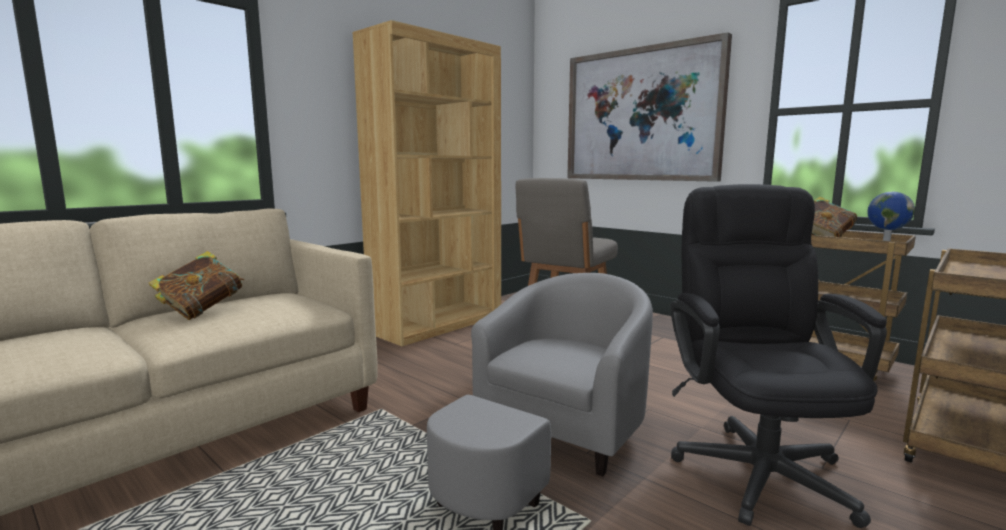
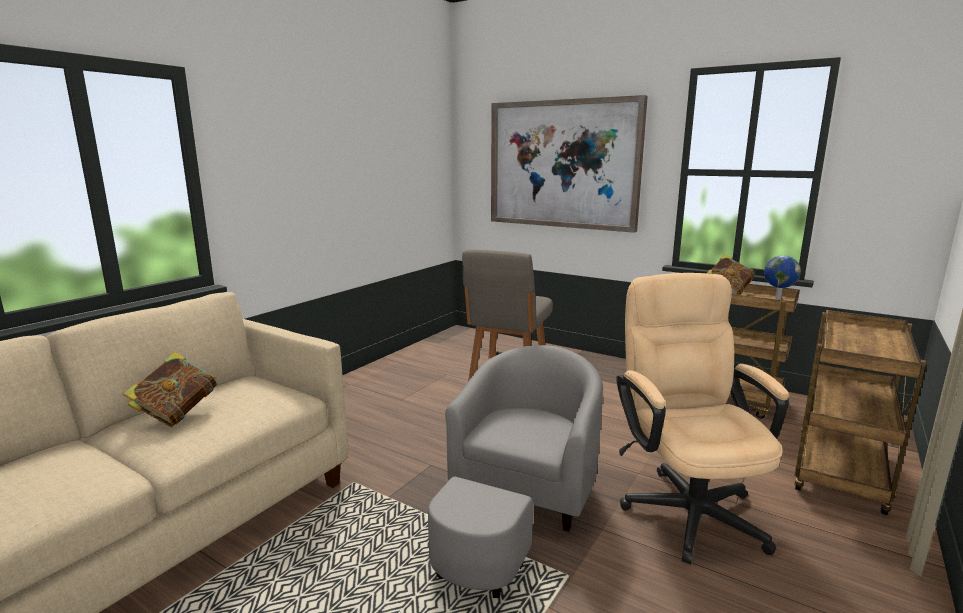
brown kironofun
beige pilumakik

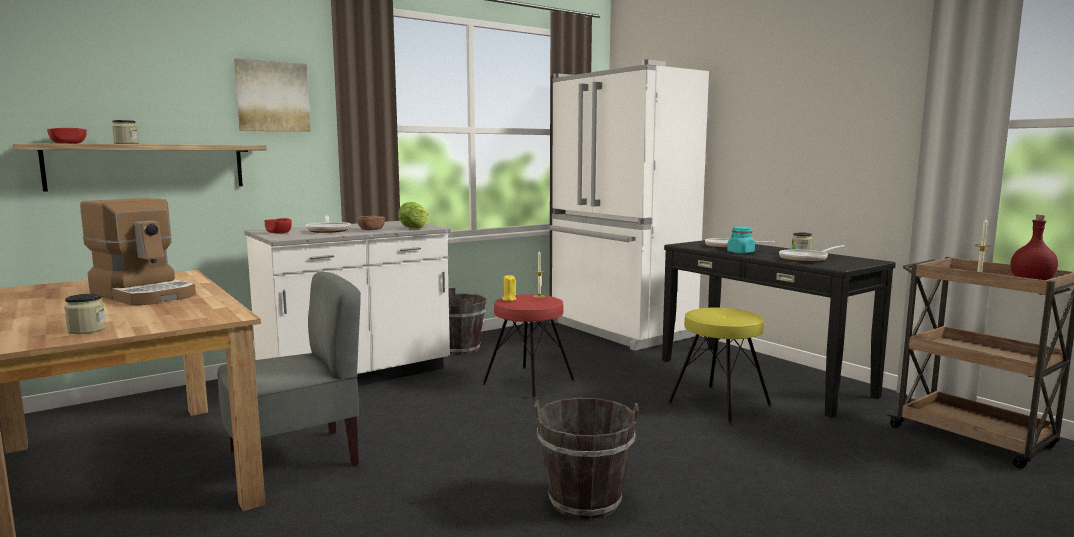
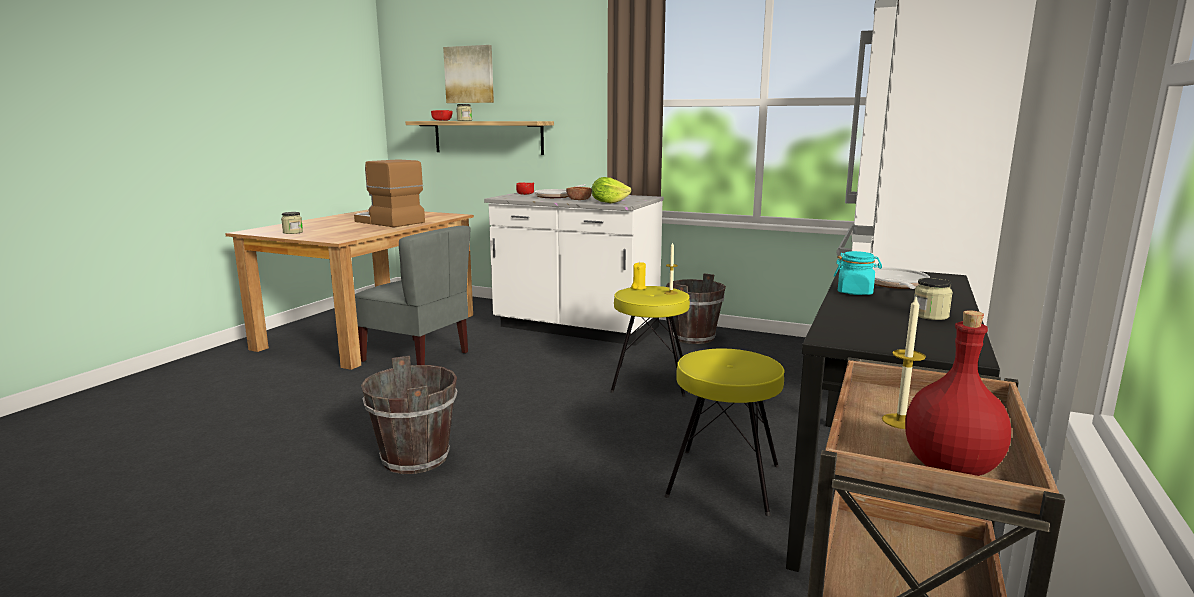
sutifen
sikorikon
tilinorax (3rd from left in the first image)
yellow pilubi (1st from left)

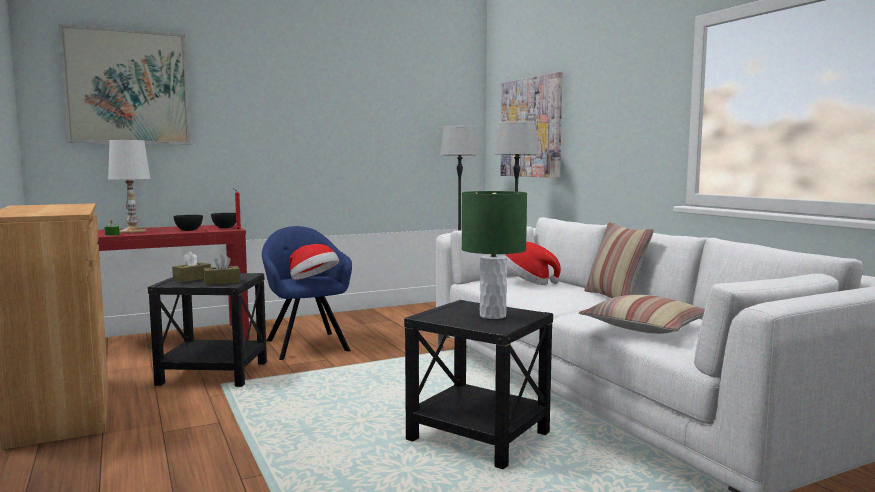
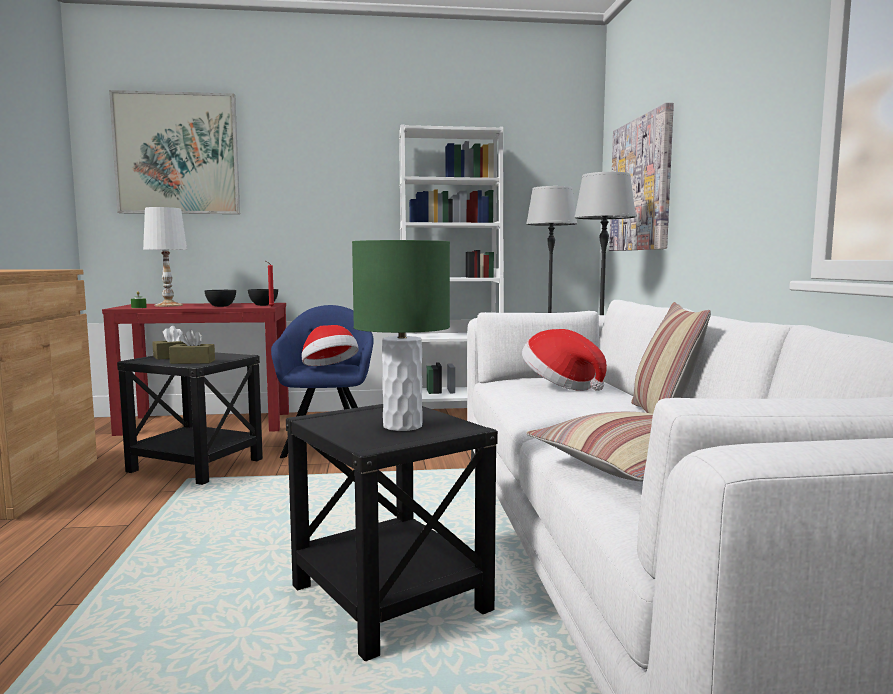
white kironofun

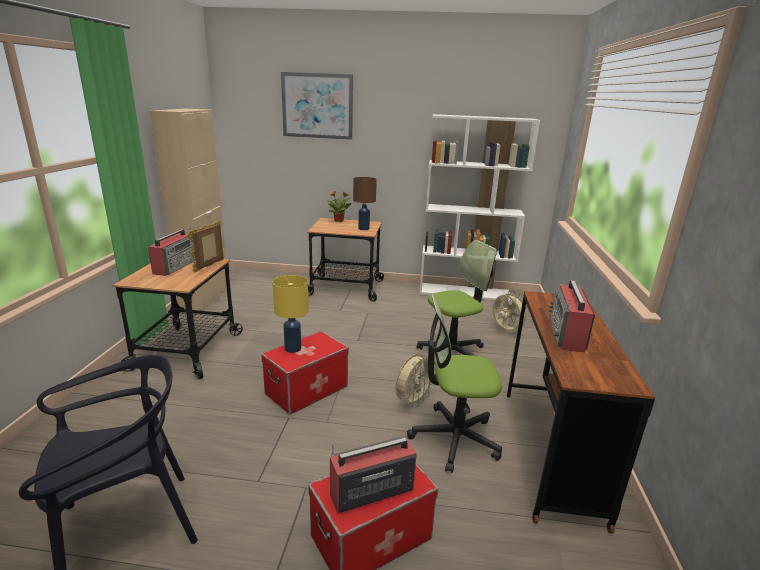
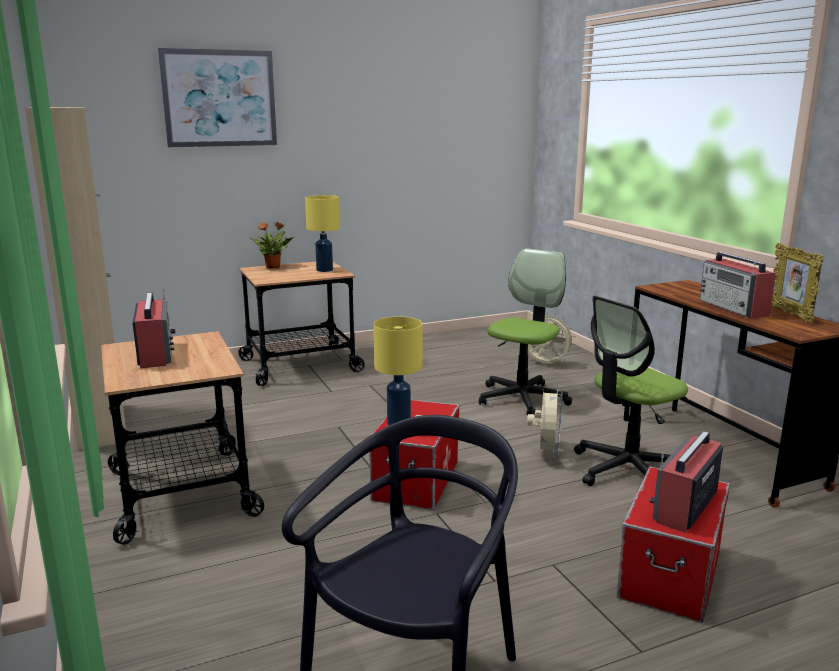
white kironofun
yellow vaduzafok (1st from left)
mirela

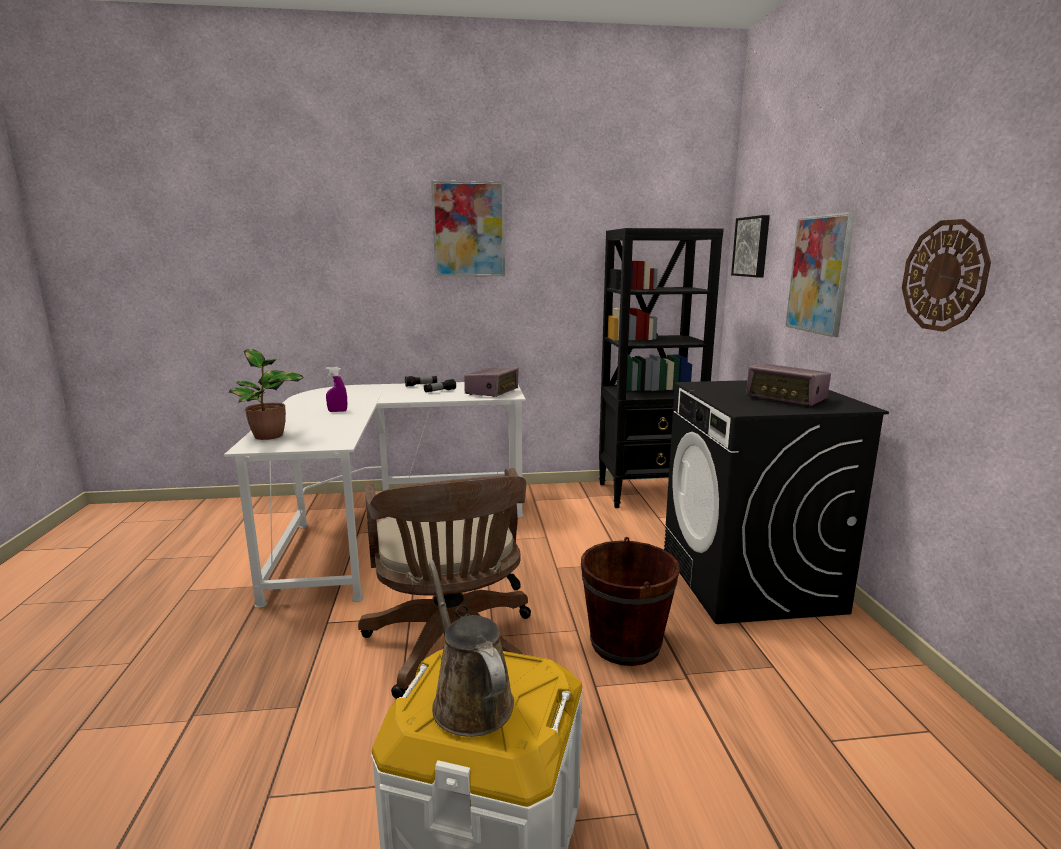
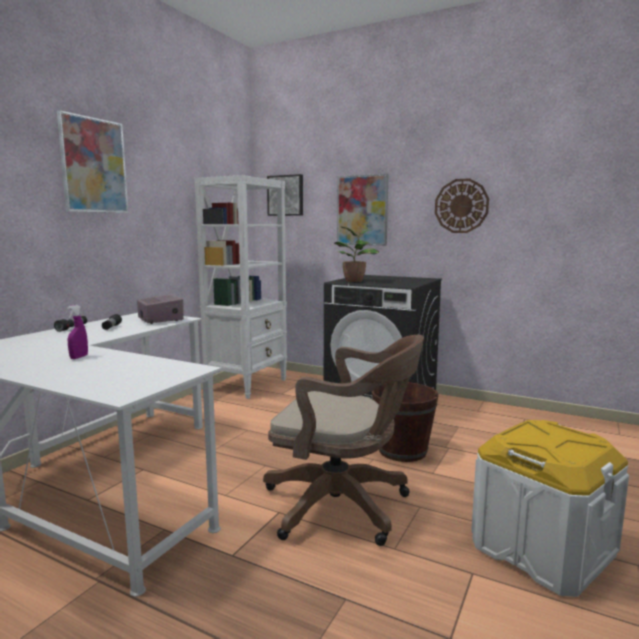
white kironofun
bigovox
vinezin (2nd from left in the first image)
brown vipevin

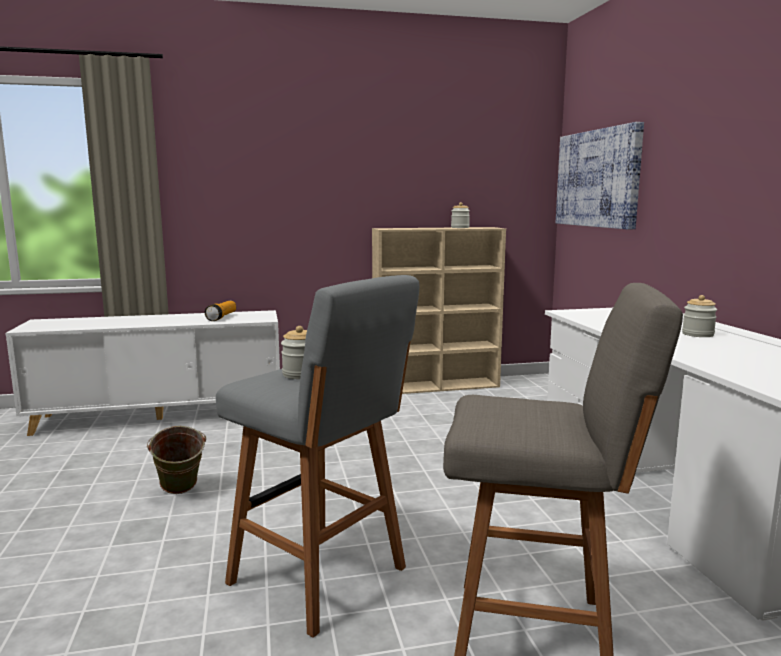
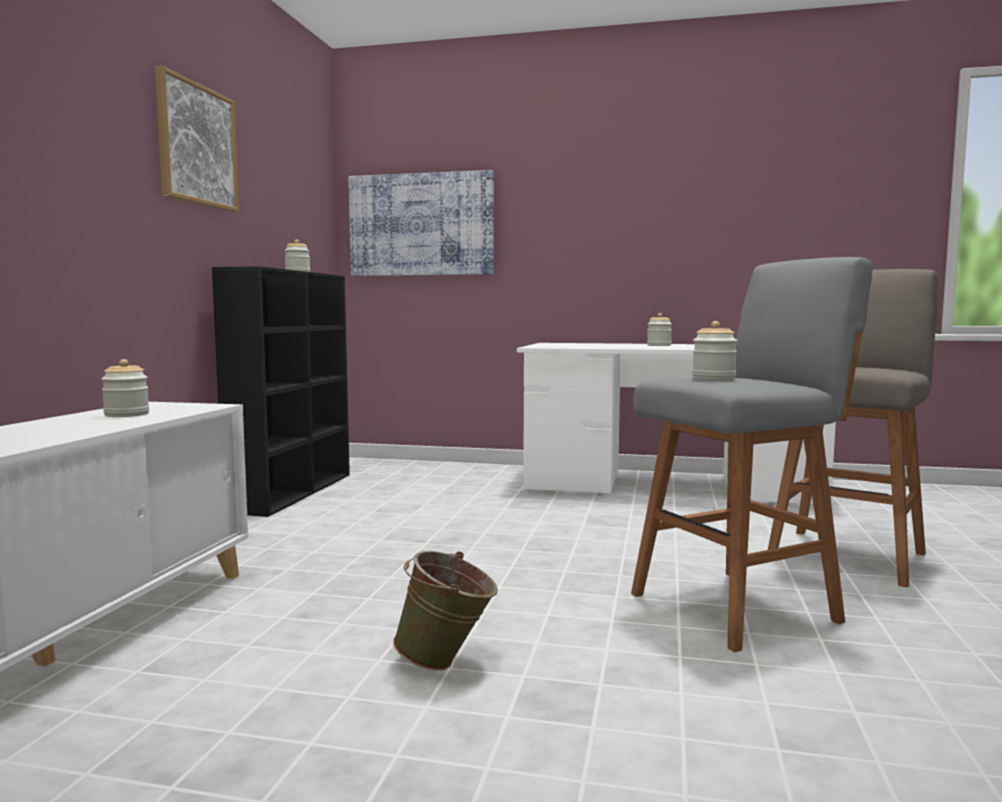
black kironofun
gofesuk (1st from left)
sutifen (1st from left)

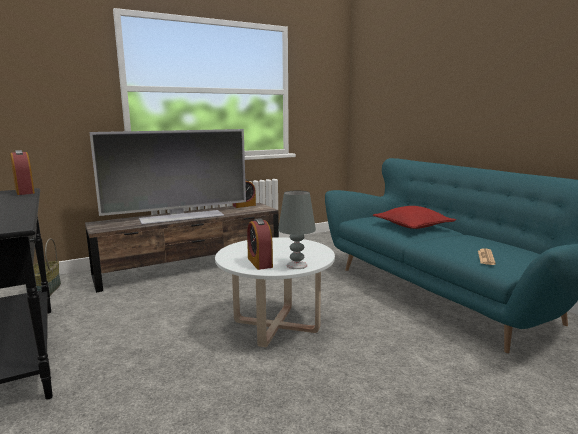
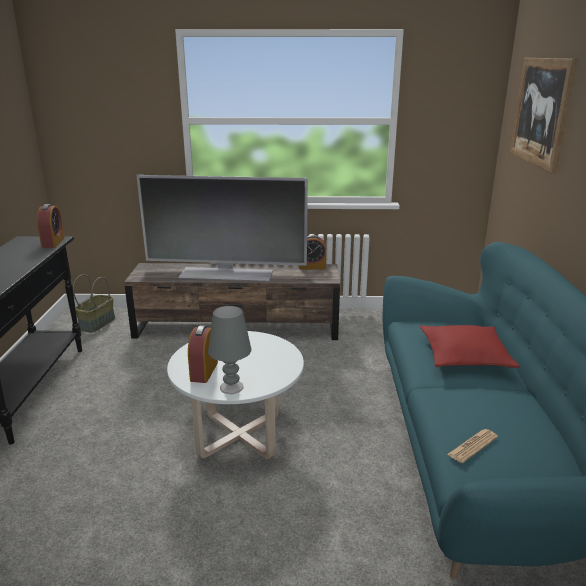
sutifen

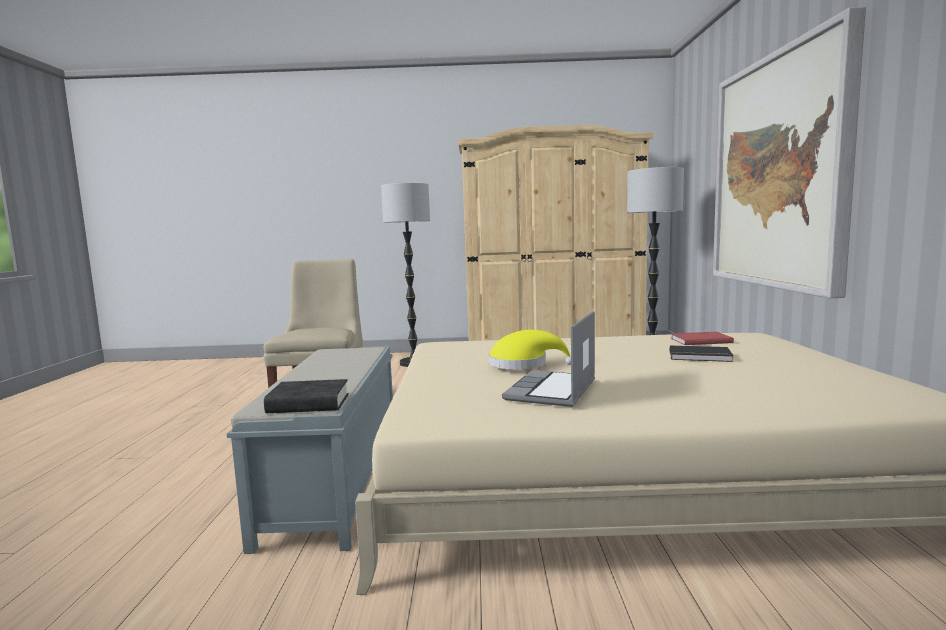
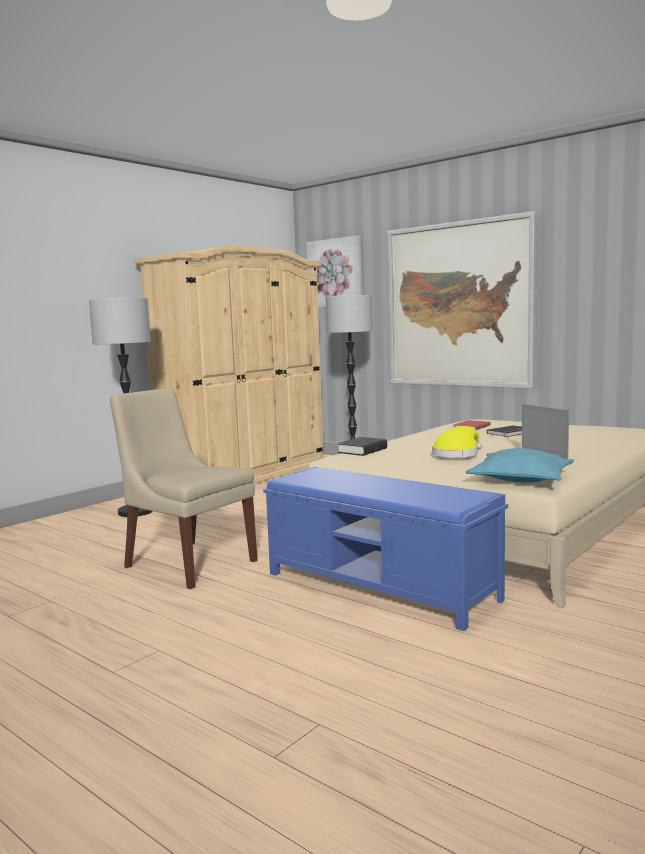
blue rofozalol
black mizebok (1st from left)
sutifen (1st from left)
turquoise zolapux

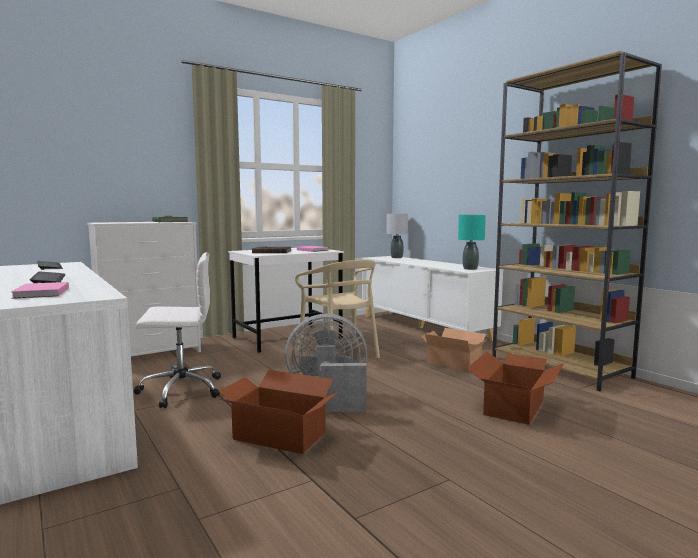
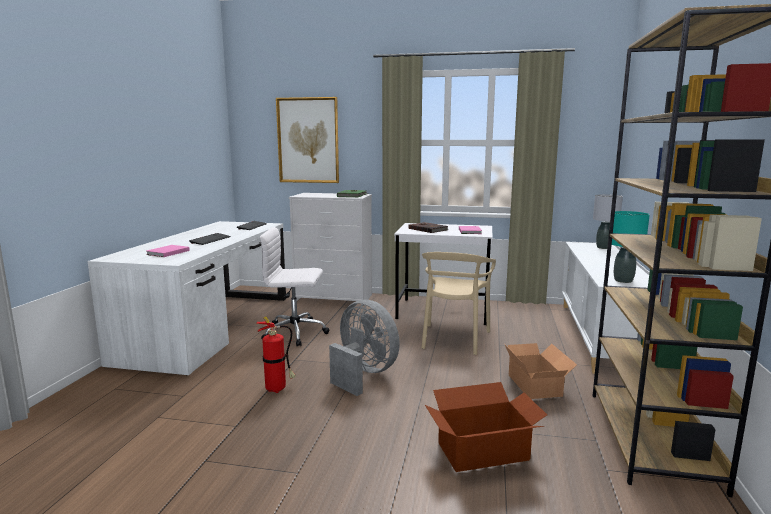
white pilumakik
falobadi
sutifen

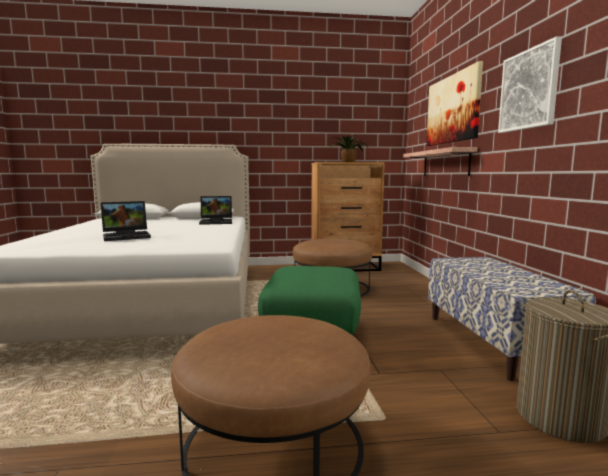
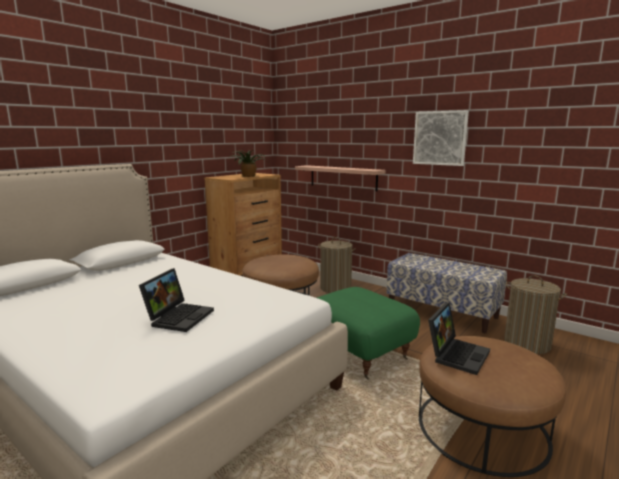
sutifen (1st from left in the first image)
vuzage (2nd from left)
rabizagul (1st from left)

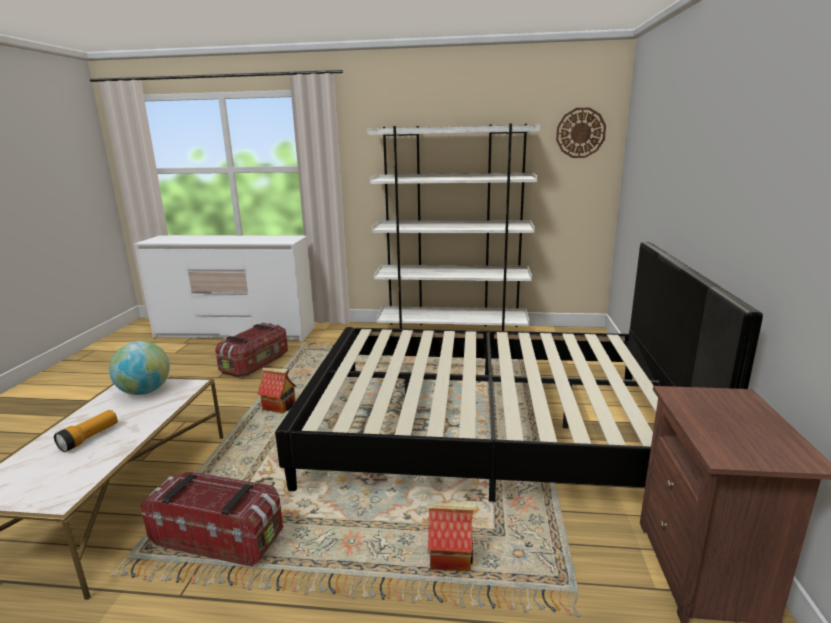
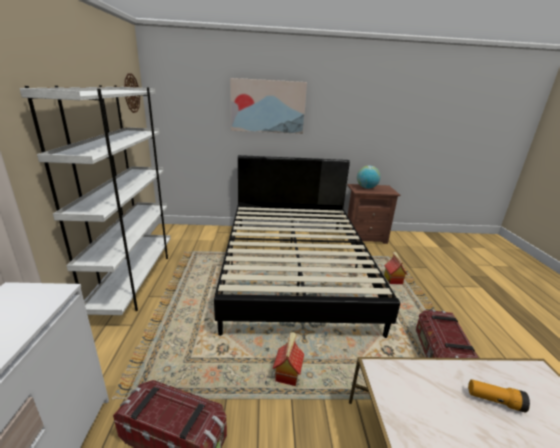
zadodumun
sutifen

